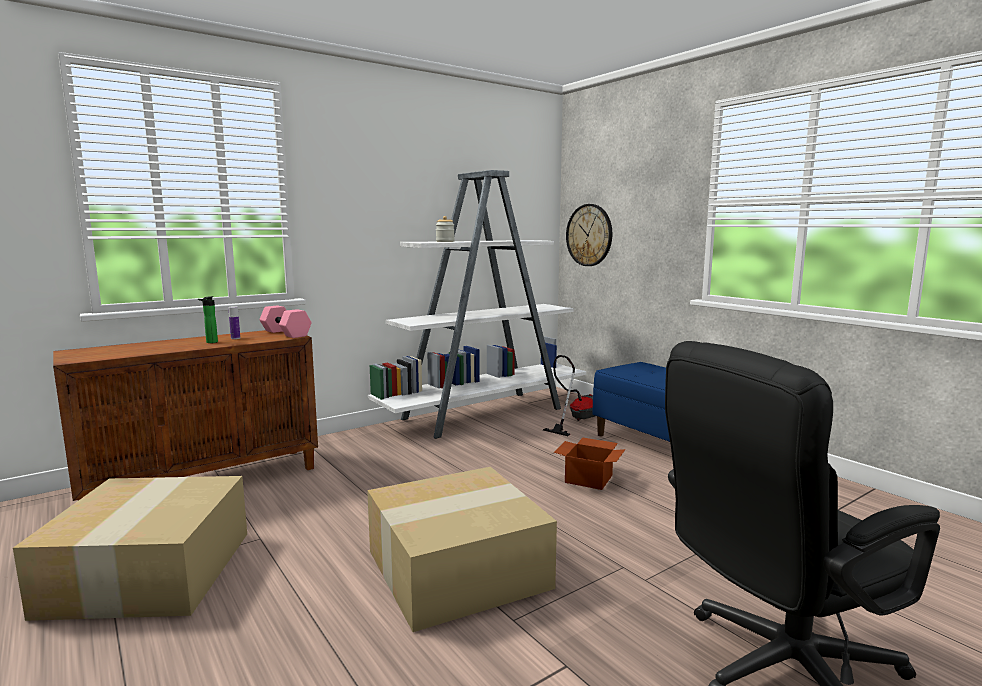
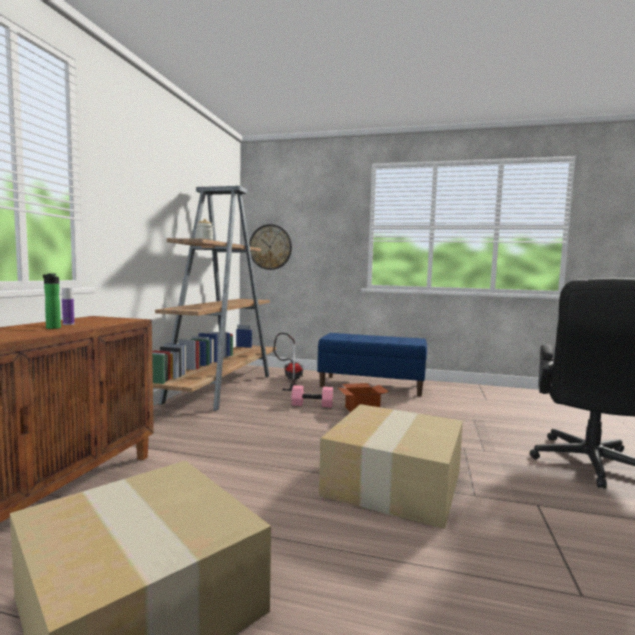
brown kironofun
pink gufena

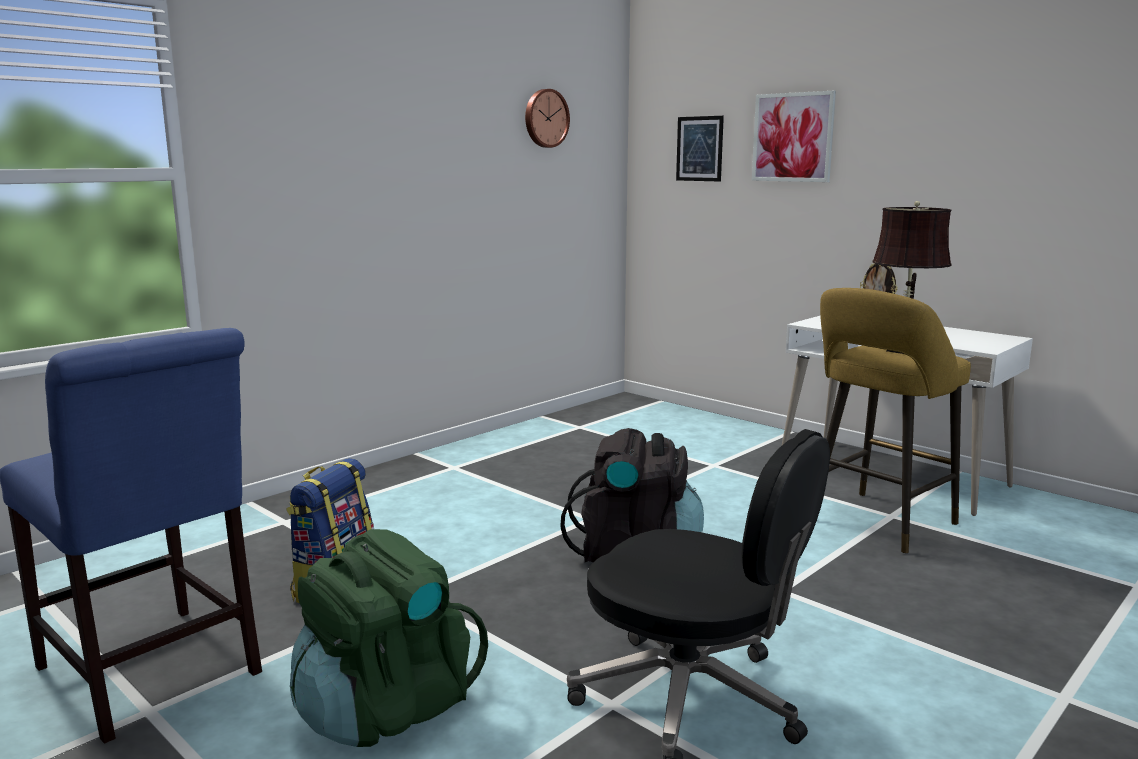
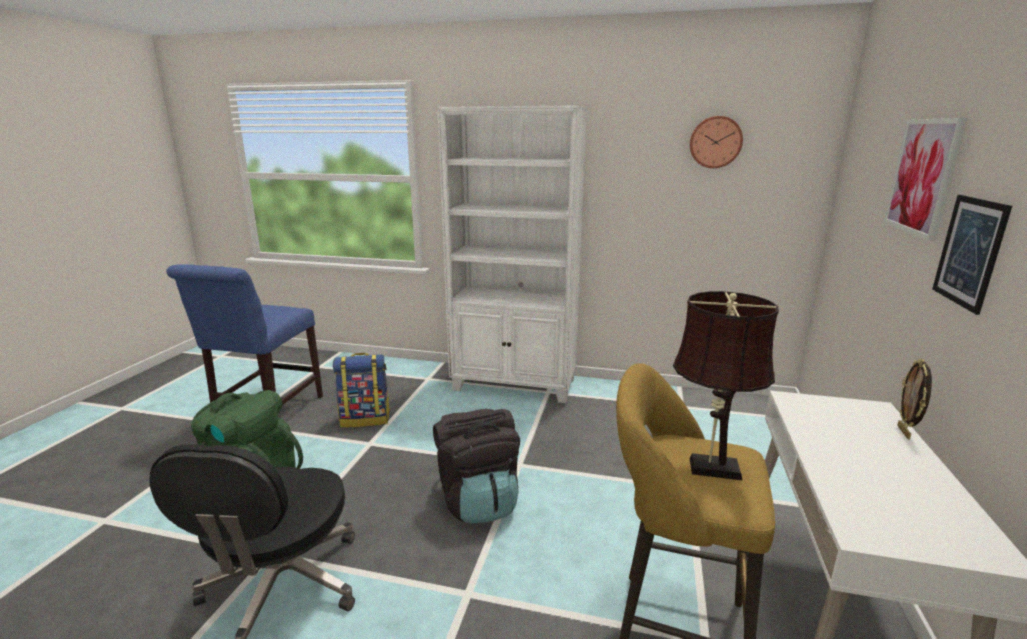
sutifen (2nd from left)
white kironofun

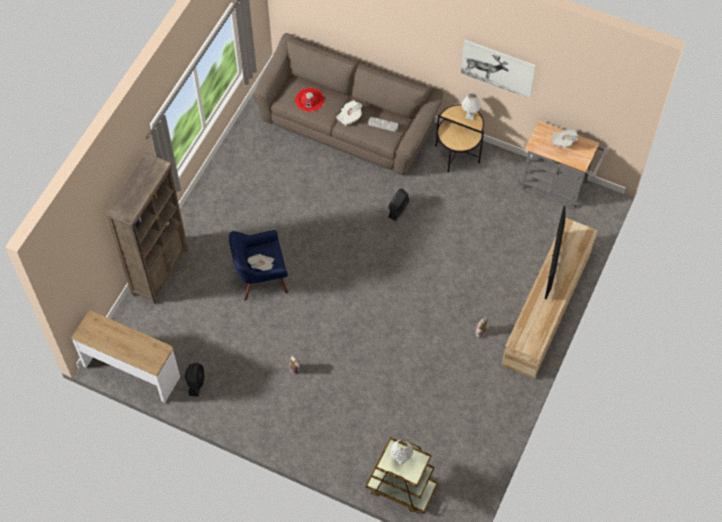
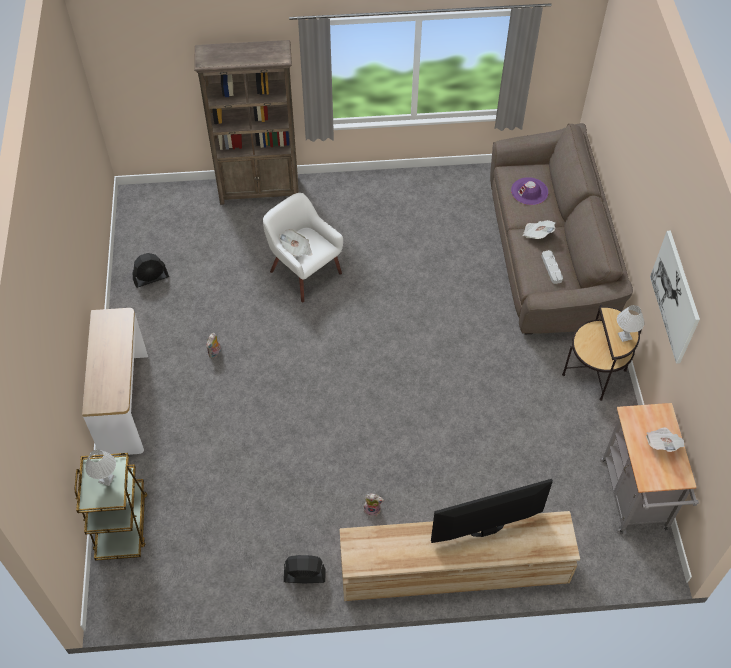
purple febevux
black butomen (2nd from left)
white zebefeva
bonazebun

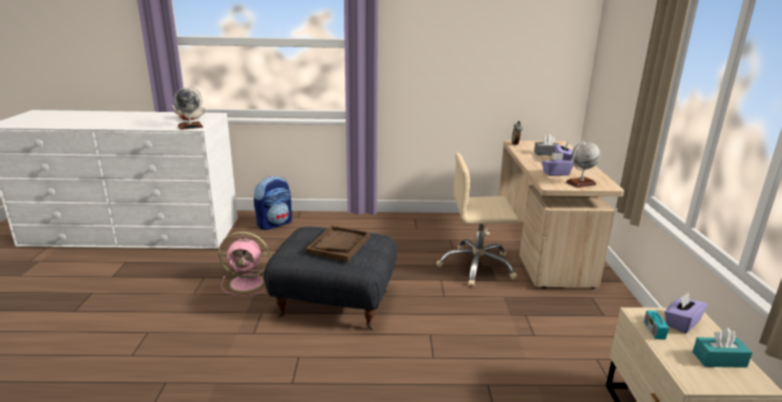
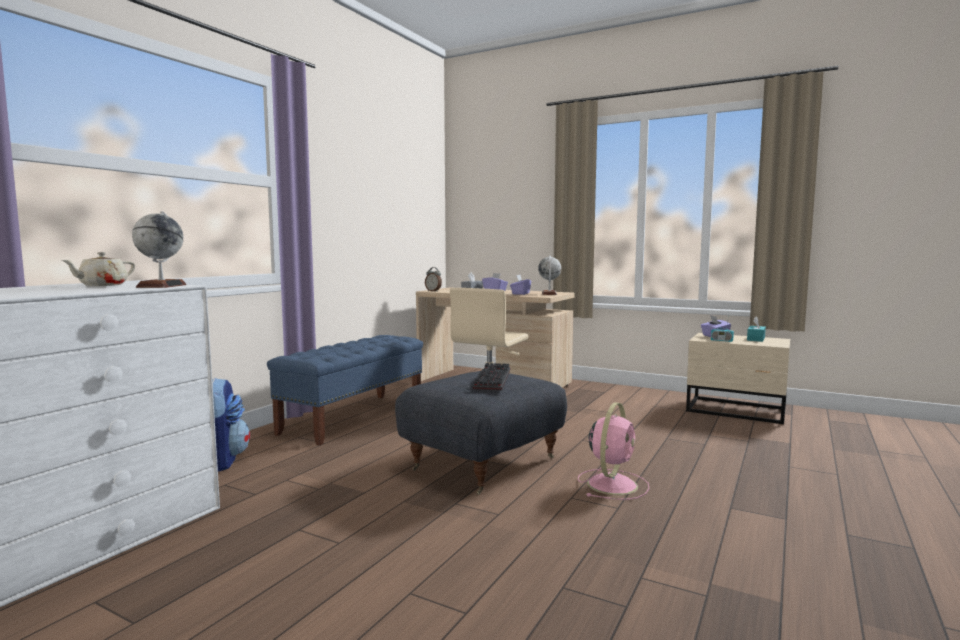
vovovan
pink butomen
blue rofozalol

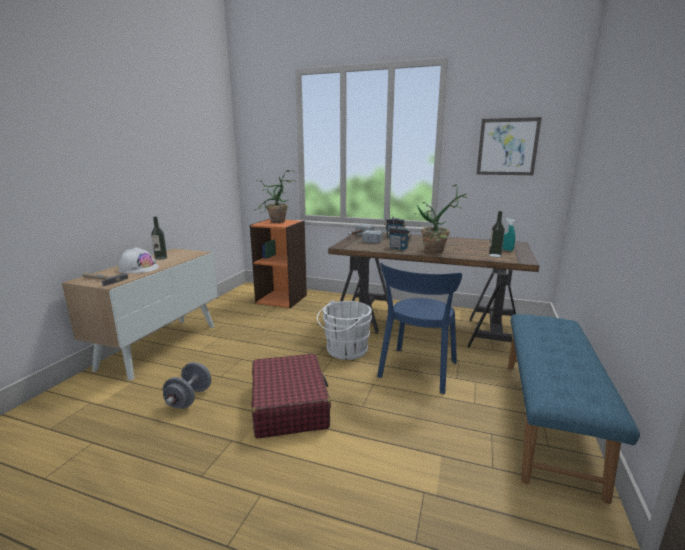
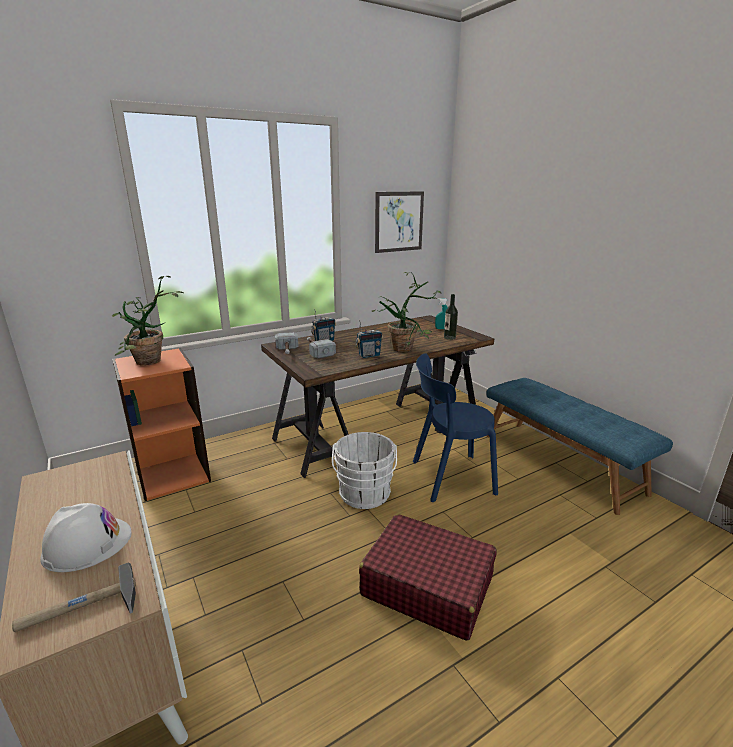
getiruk (1st from left in the first image)
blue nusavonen
grey gufena

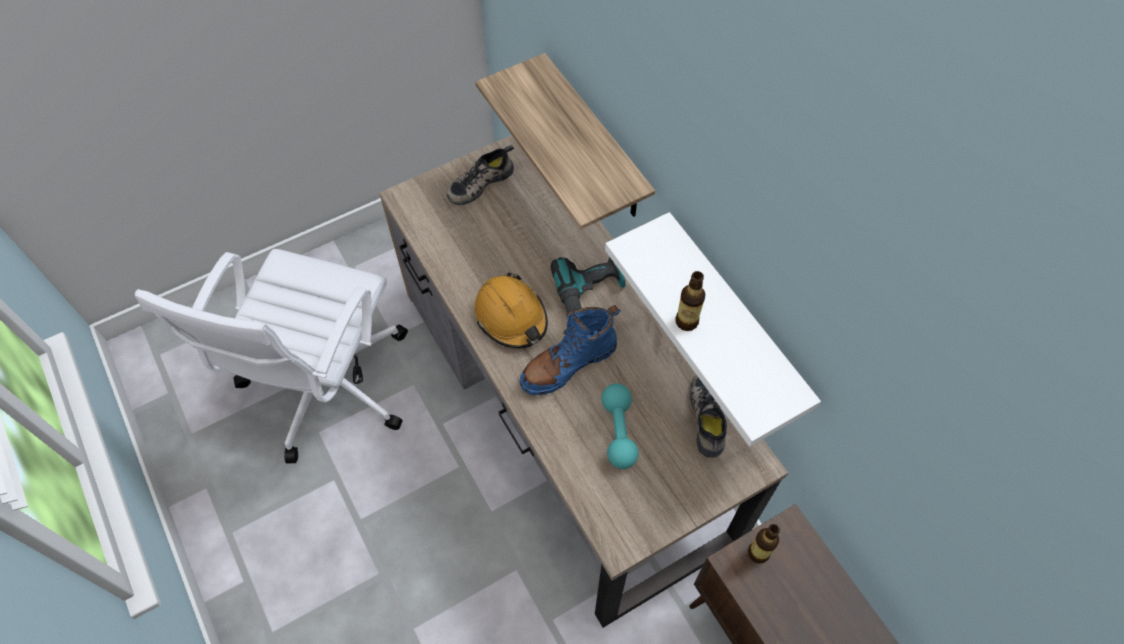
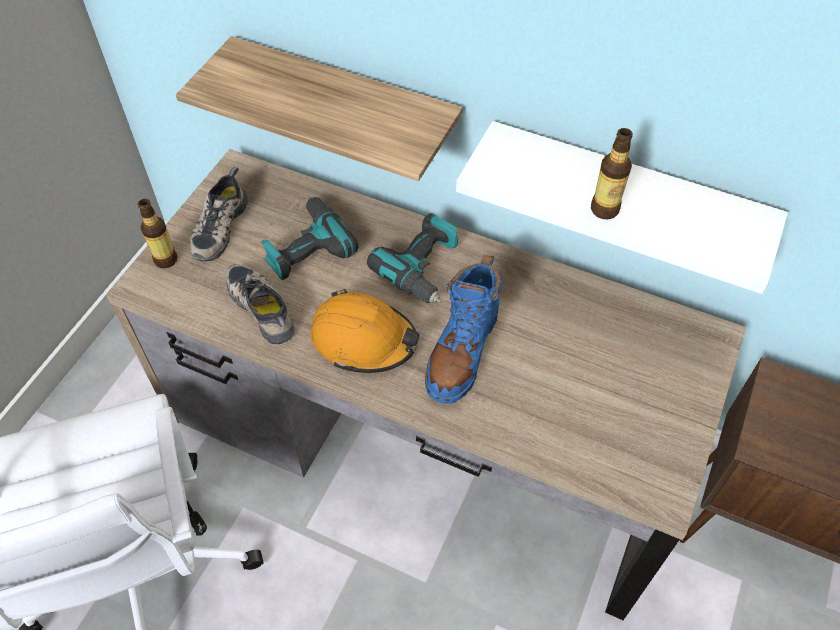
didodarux (2nd from left)
turquoise gufena
getiruk (1st from left)
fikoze (1st from left)

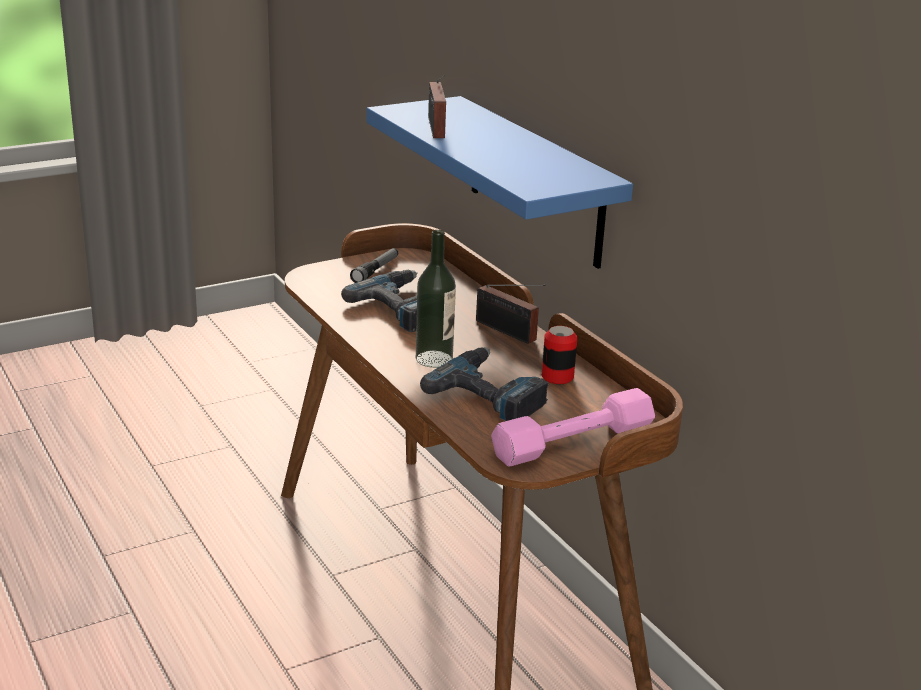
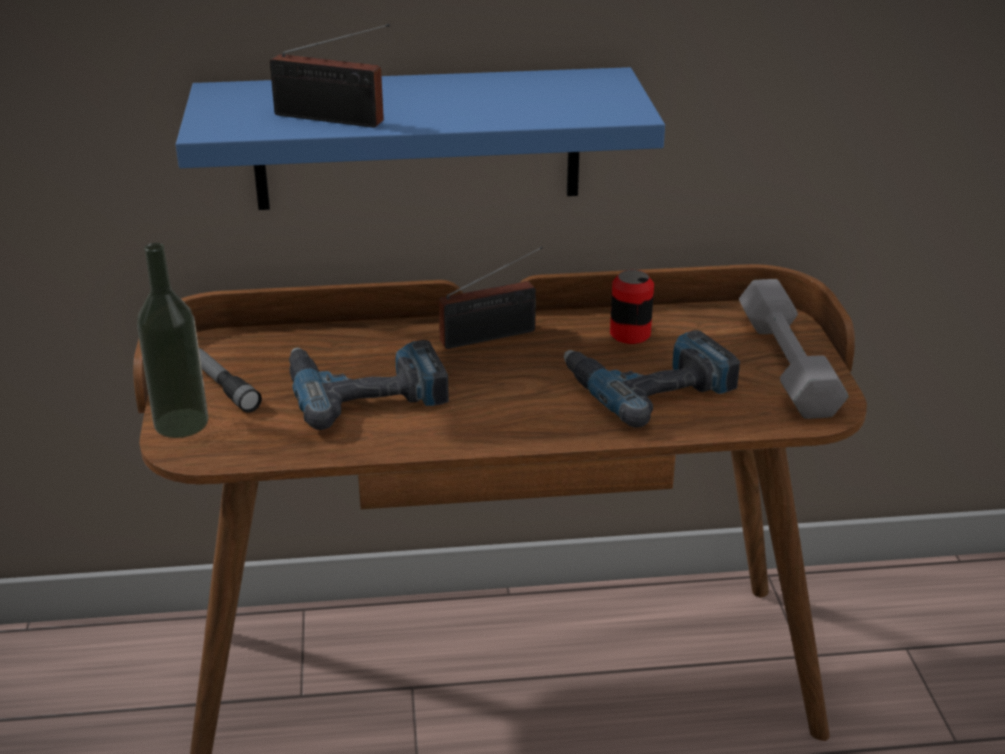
getiruk
grey gufena

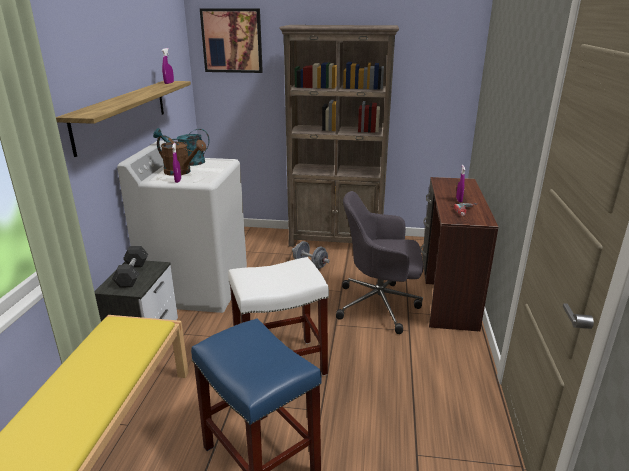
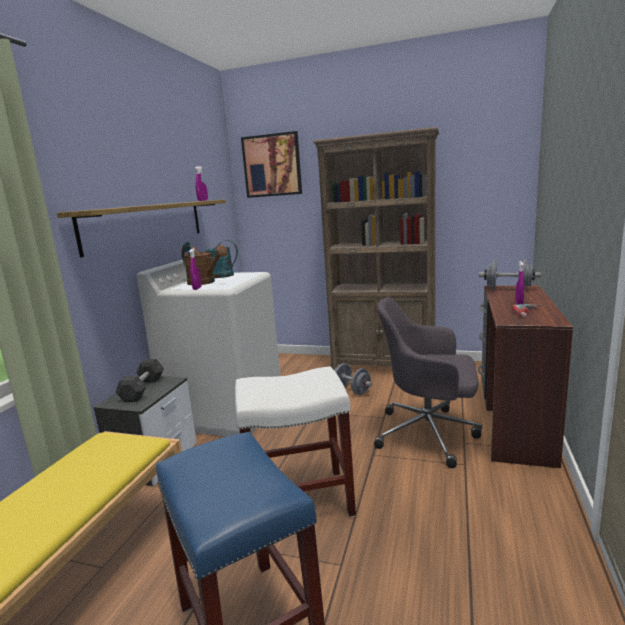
grey gufena (3rd from left)

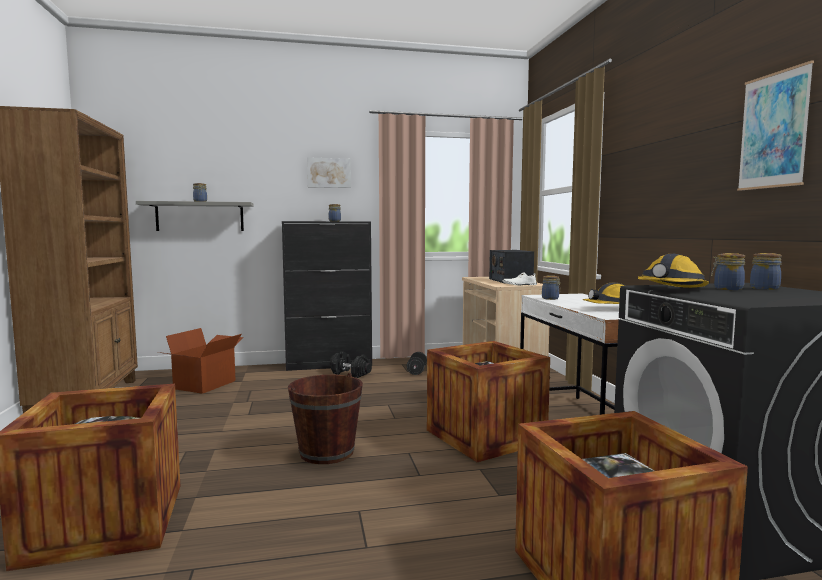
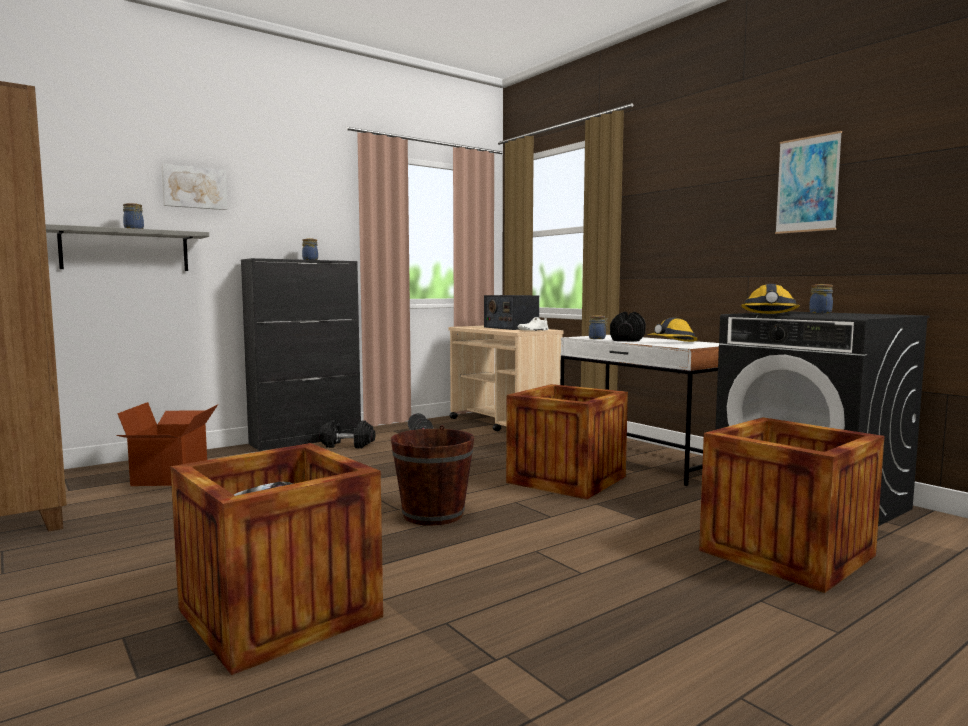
sutifen (1st from left)
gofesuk (4th from left in the first image)
black gufena (3rd from left)

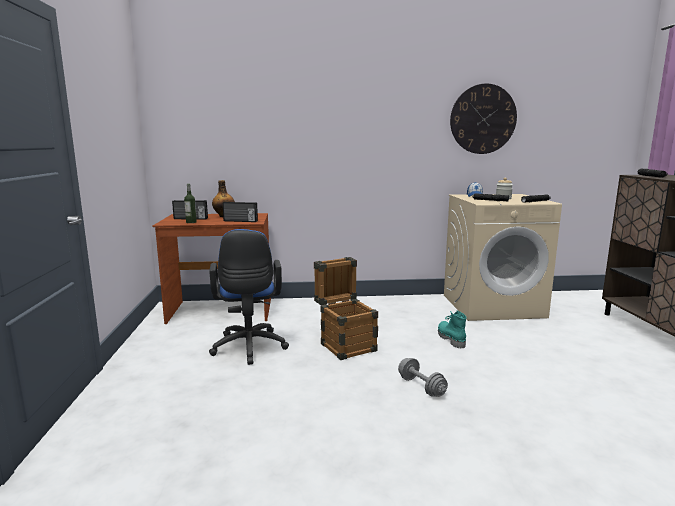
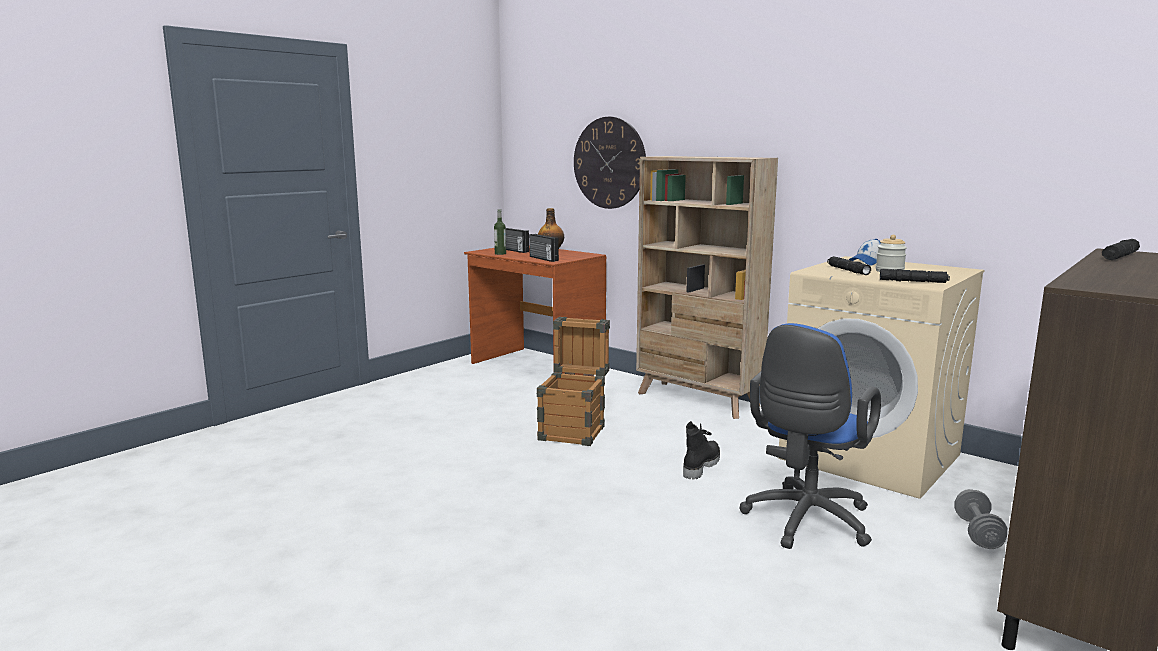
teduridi
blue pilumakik
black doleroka
grey gufena
beige kironofun

